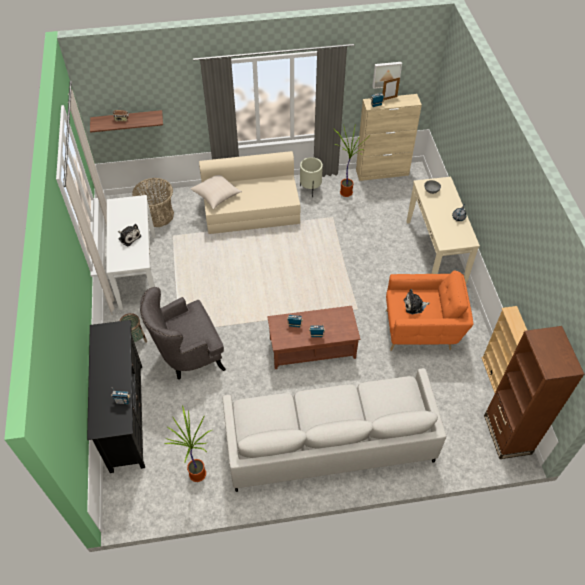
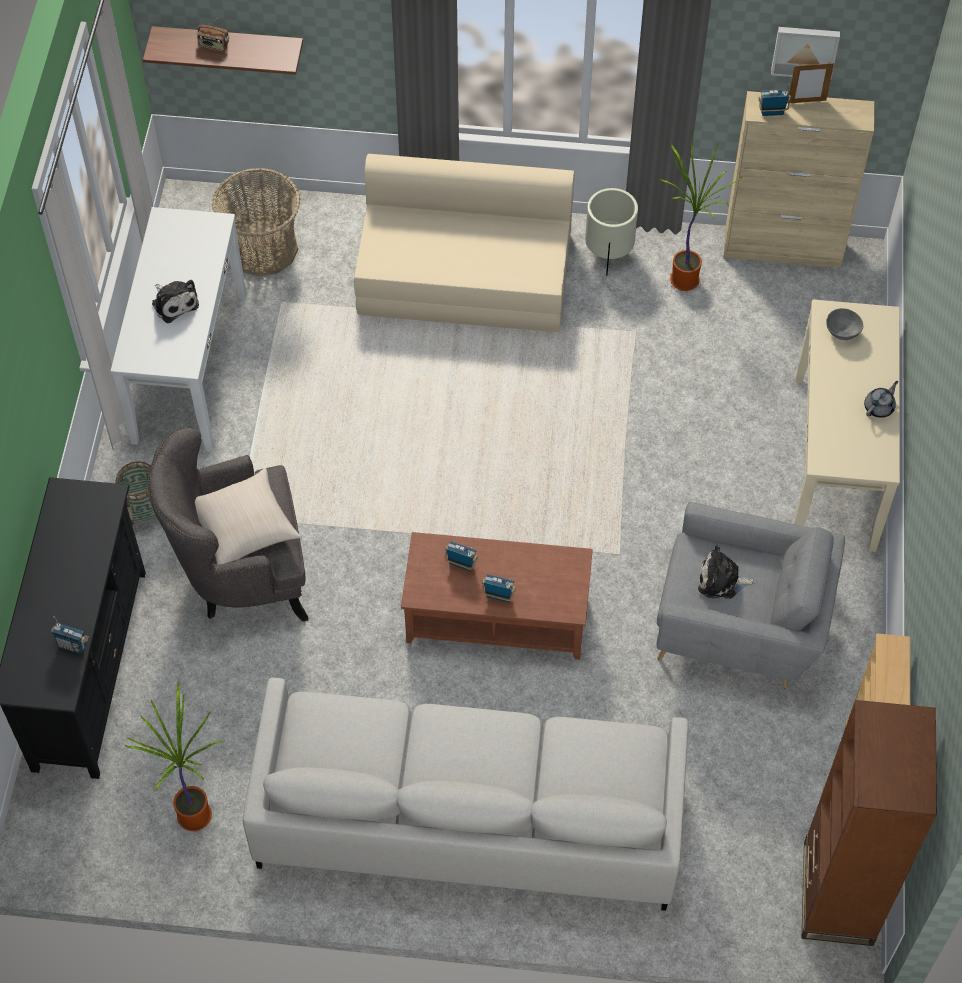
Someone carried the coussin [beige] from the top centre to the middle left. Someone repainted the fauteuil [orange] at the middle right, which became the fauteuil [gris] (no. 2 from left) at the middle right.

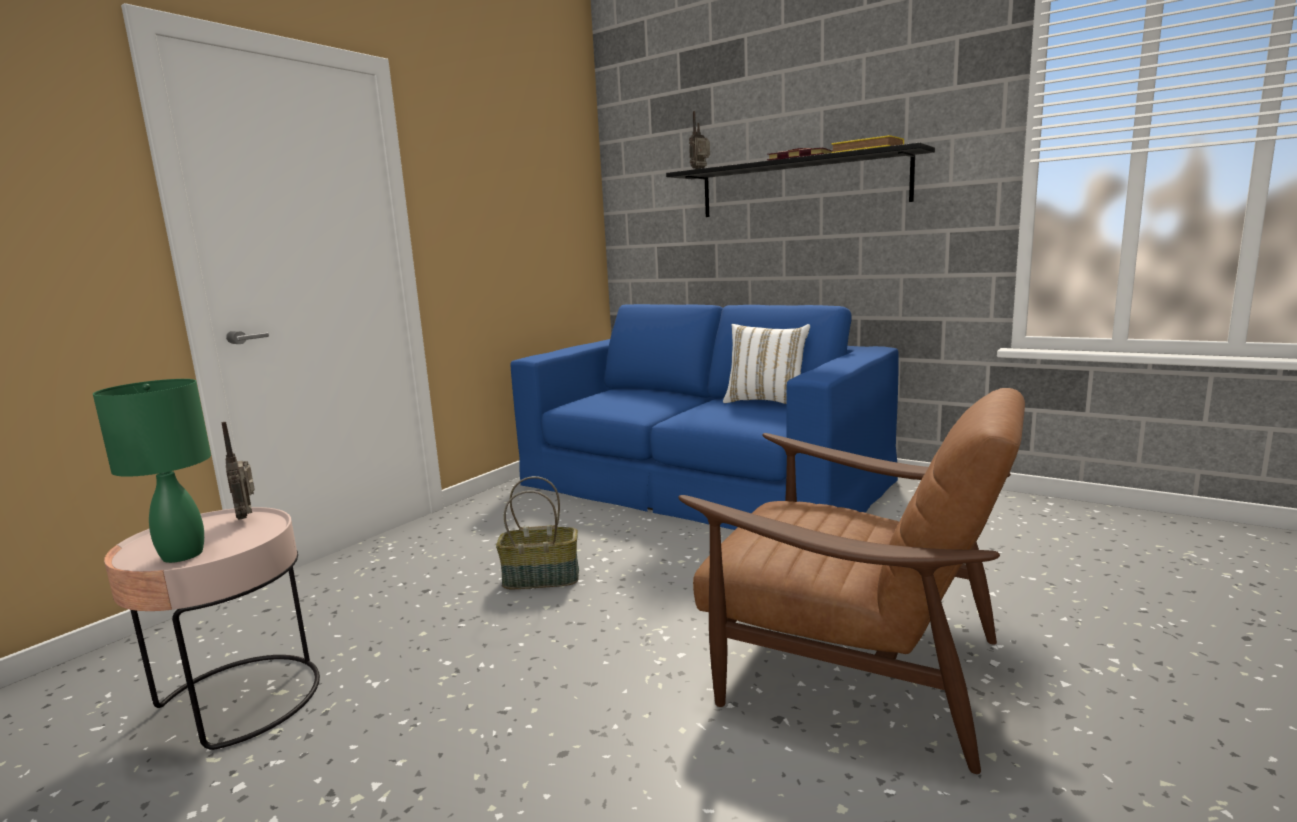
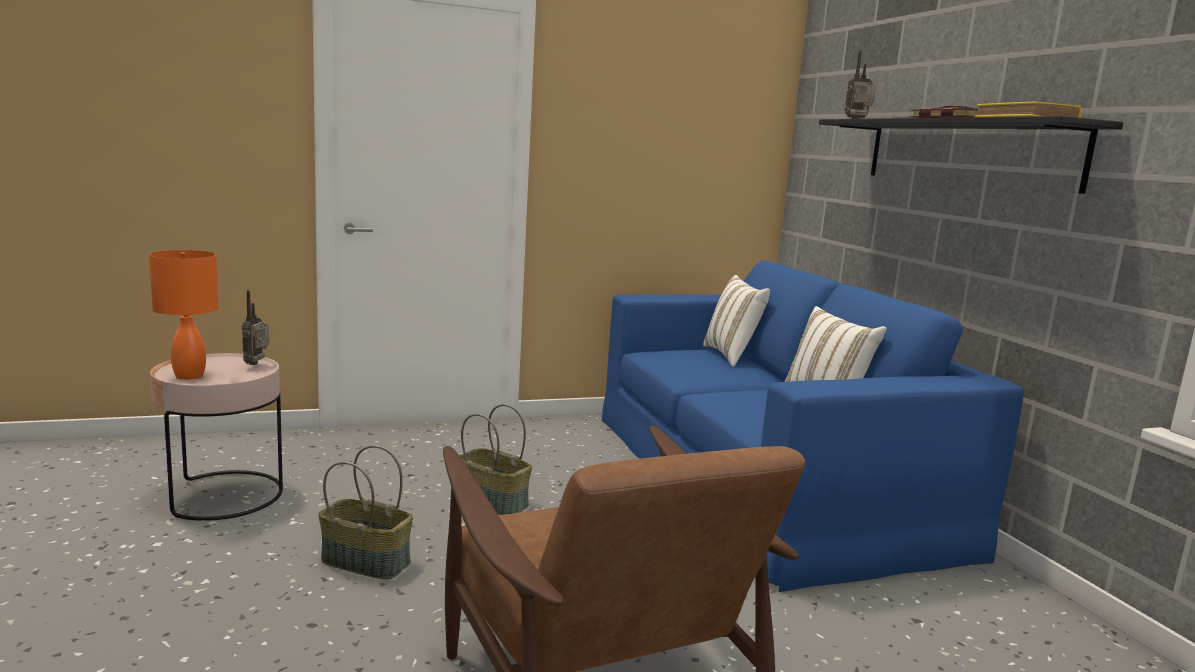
Someone put down the panier (no. 1 from left) at the bottom left. Someone put down the coussin [blanc] (no. 1 from left) at the centre. Someone repainted the lampe de table [vert] at the middle left, which became the lampe de table [orange] at the middle left.

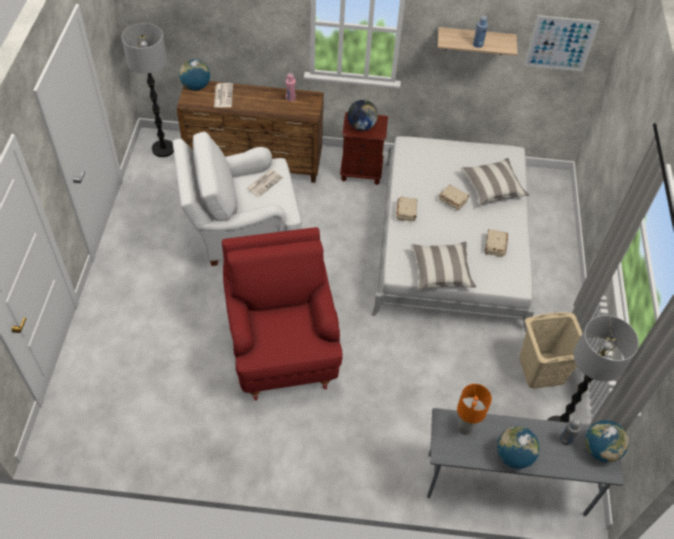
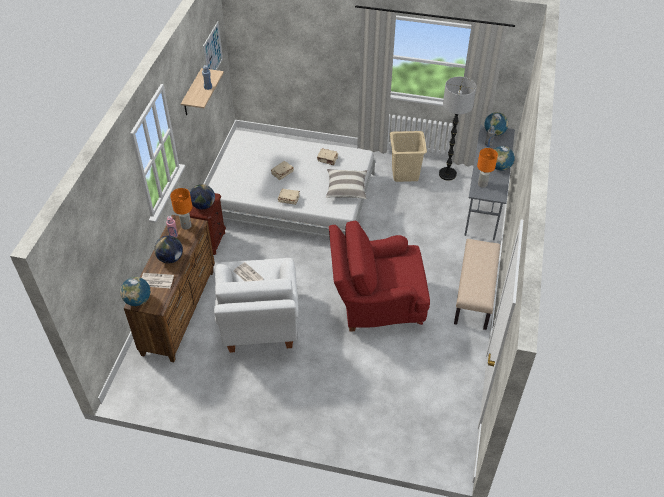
Someone took away the lampadaire (no. 1 from left) at the top left. Someone took away the coussin (no. 2 from left) at the middle right. Someone put down the globe (no. 2 from left) at the middle left. Someone put down the lampe de table [orange] (no. 1 from left) at the middle left. Someone put down the banc [beige] at the middle right.

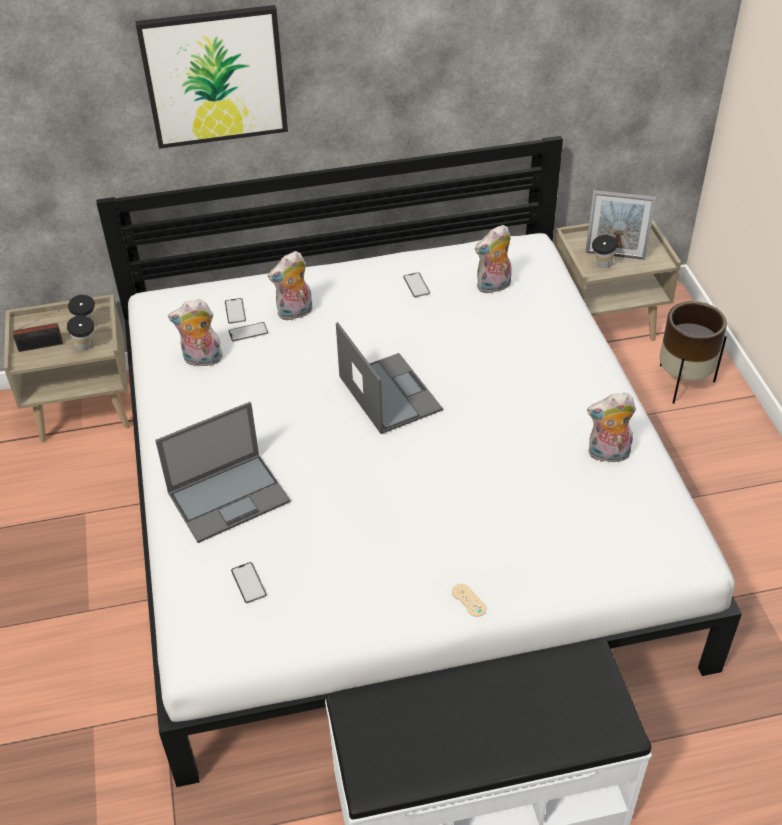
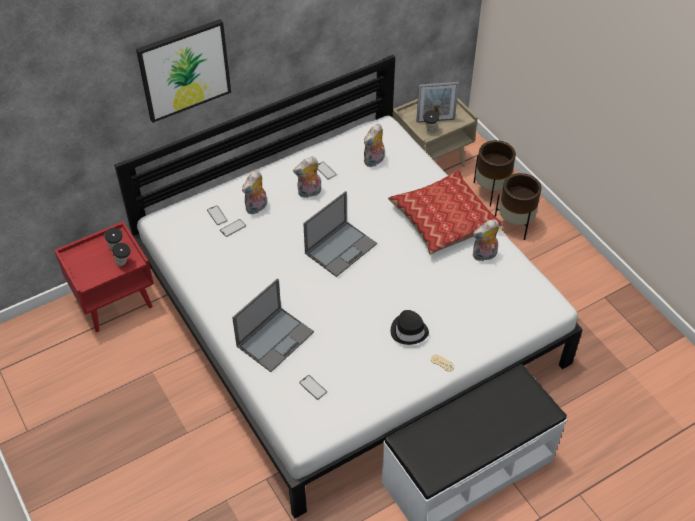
Someone took away the radio at the middle left. Someone put down the coussin at the centre. Someone put down the chapeau [noir] at the centre. Someone put down the cache-pot [marron] (no. 2 from left) at the middle right. Someone carried the peluche (no. 1 from left in the first image) from the middle left to the centre. Someone repainted the table de chevet [beige] (no. 1 from left) at the middle left, which became the table de chevet [rouge] at the middle left. Someone rotated the ordinateur portable (no. 2 from left) at the centre by 90 degrees clockwise.

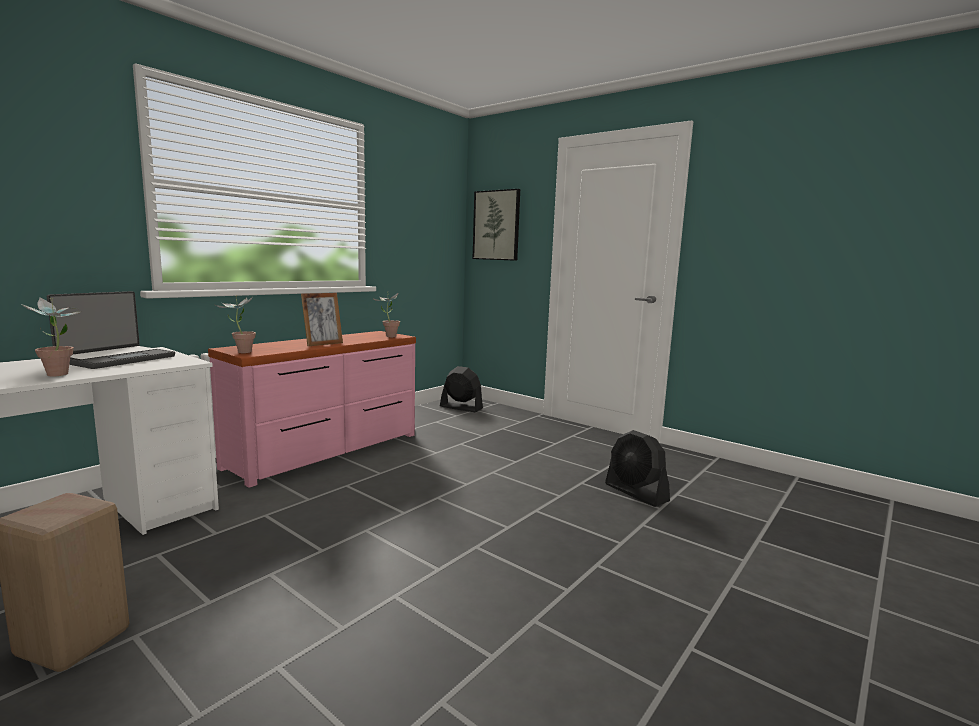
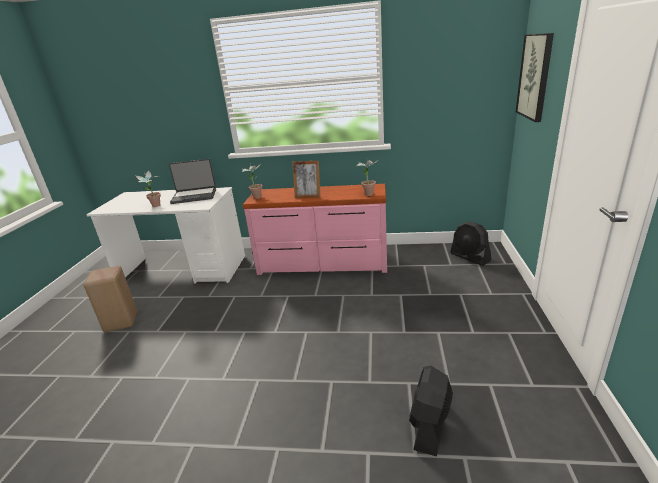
Someone rotated the ventilateur [noir] (no. 1 from left in the first image) at the centre by 150 degrees clockwise.

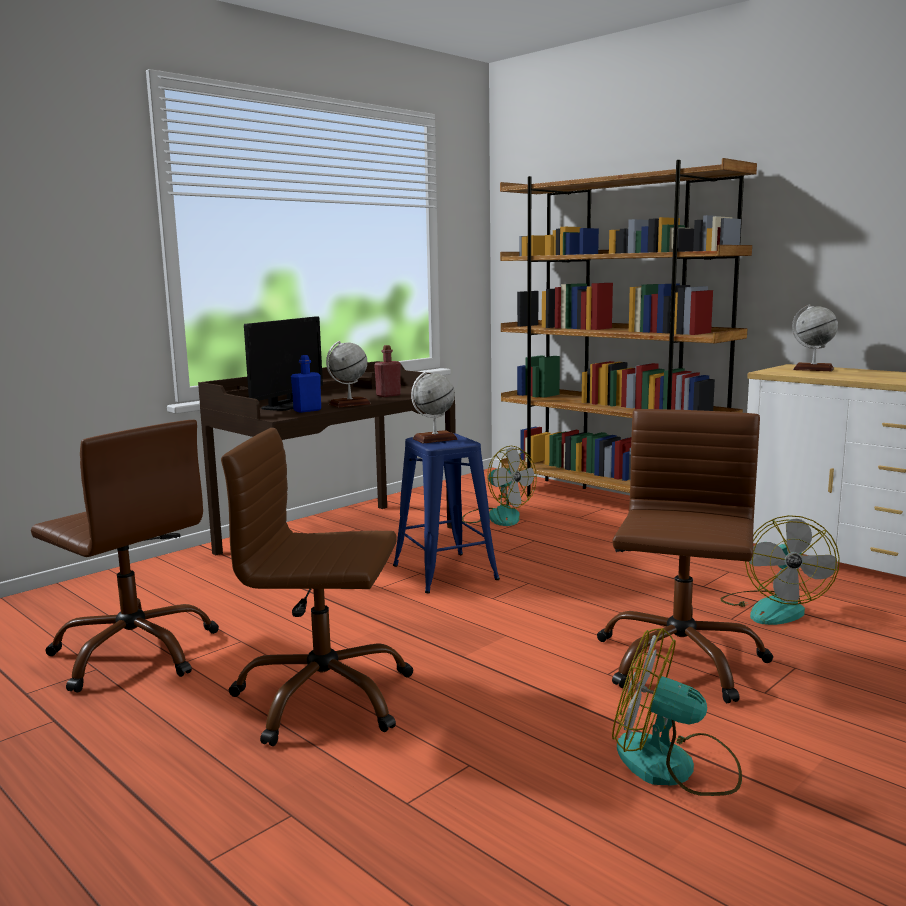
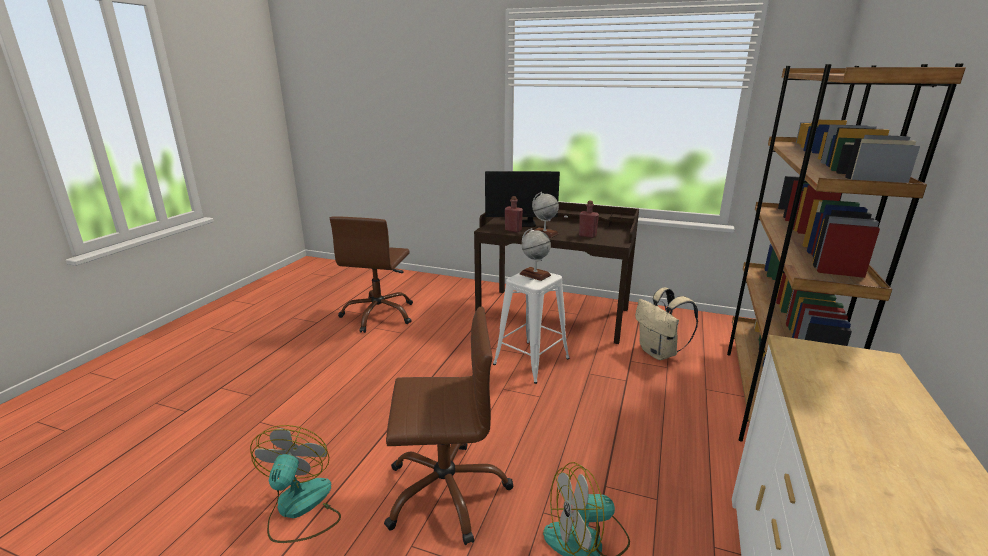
Someone took away the chaise de bureau [marron] (no. 2 from left) at the centre. Someone took away the globe (no. 3 from left) at the middle right. Someone swapped the ventilateur (no. 1 from left) at the centre for the sac à dos [beige] at the middle right. Someone repainted the bouteille [bleu] at the centre, which became the bouteille [rouge] (no. 1 from left) at the centre. Someone repainted the tabouret [bleu] at the centre, which became the tabouret [blanc] at the centre.

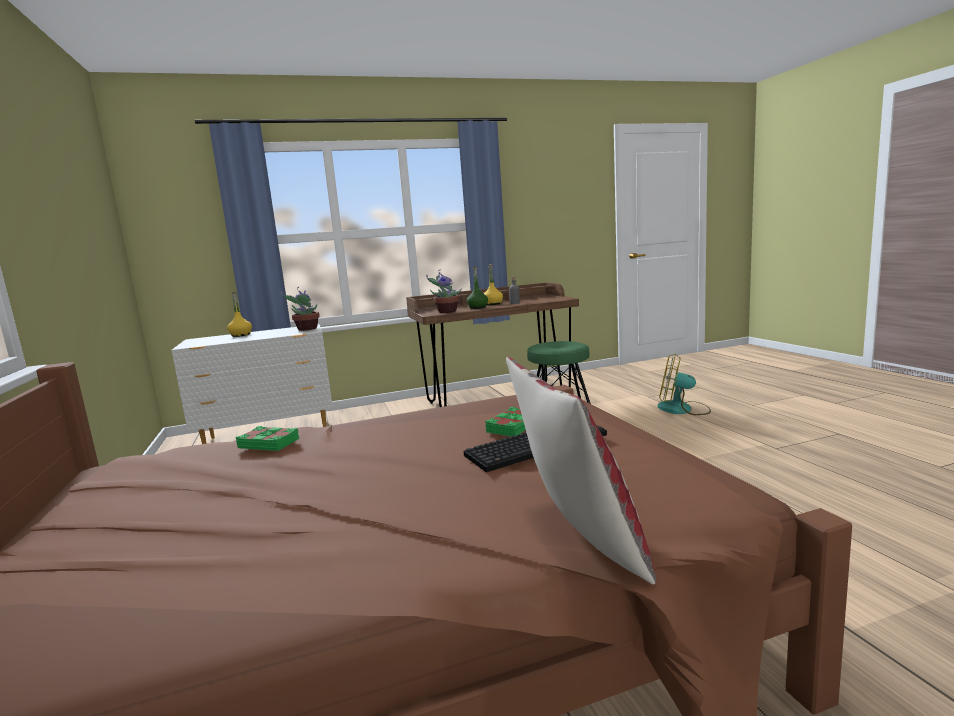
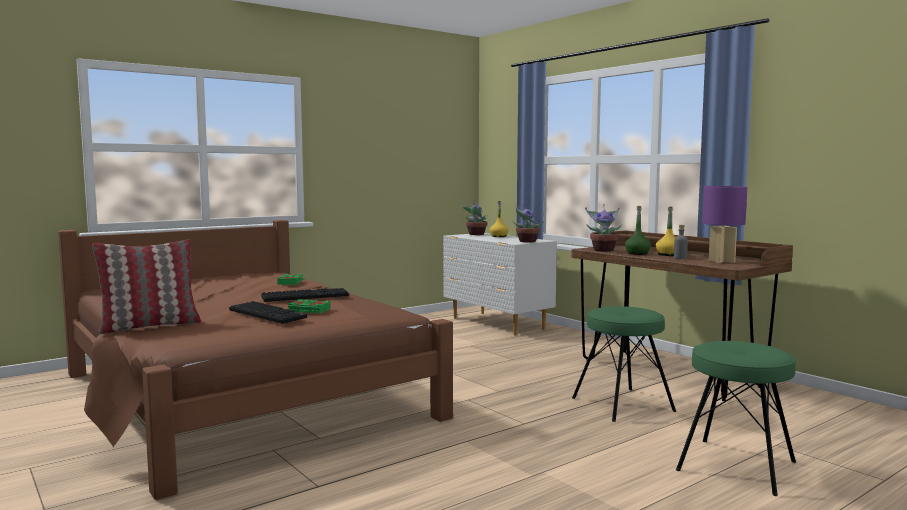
Someone put down the clavier (no. 2 from left) at the centre. Someone put down the plante en pot (no. 1 from left) at the centre. Someone put down the lampe de table [violet] at the middle right. Someone swapped the ventilateur at the middle right for the tabouret [vert] (no. 2 from left) at the bottom right.

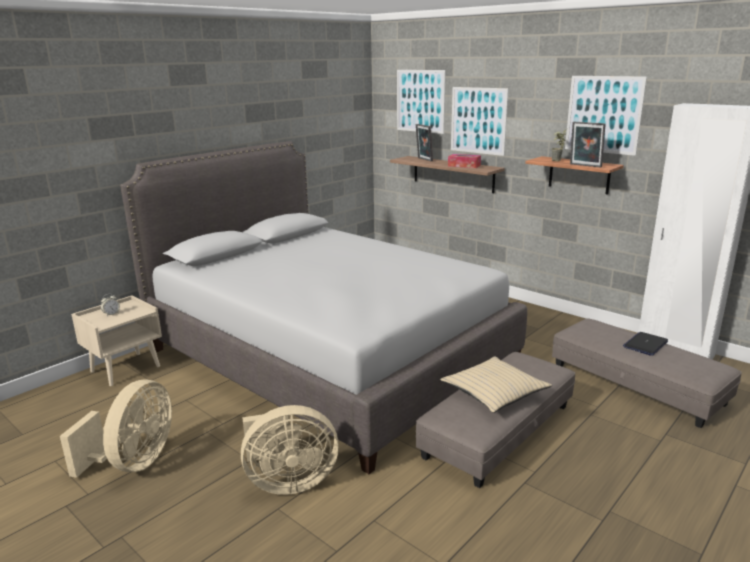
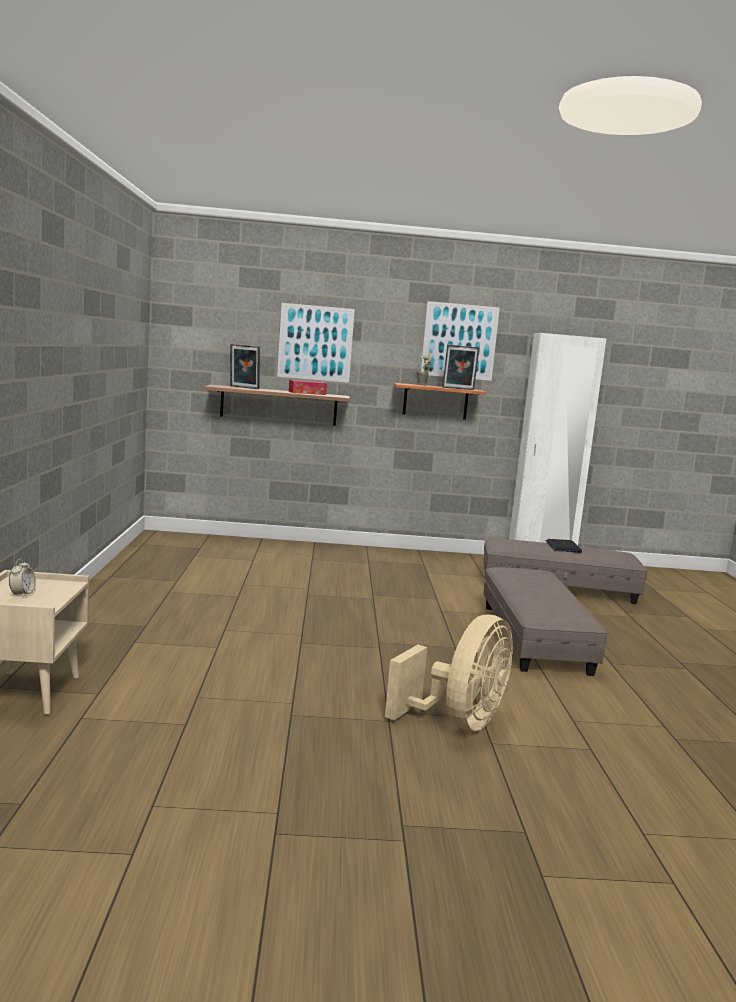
Someone took away the ventilateur [beige] (no. 1 from left) at the bottom left. Someone took away the lit [gris] at the centre. Someone took away the tableau (no. 1 from left) at the top centre. Someone took away the coussin [beige] at the bottom centre.

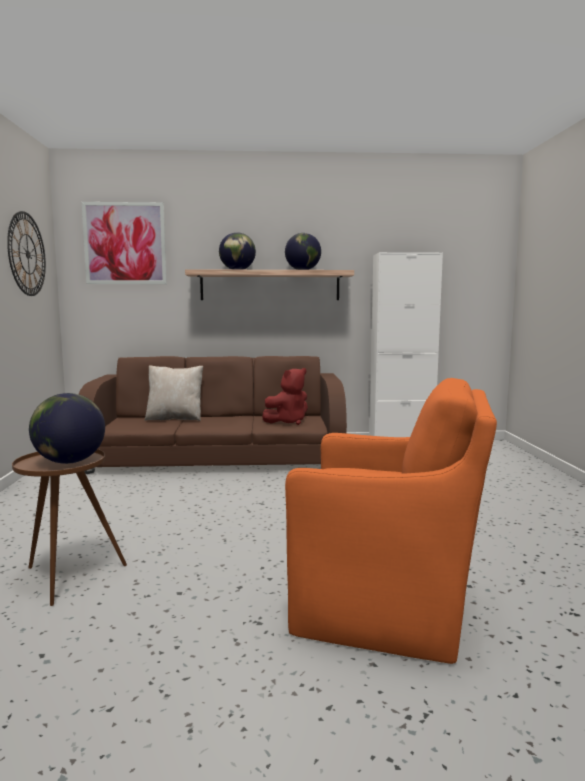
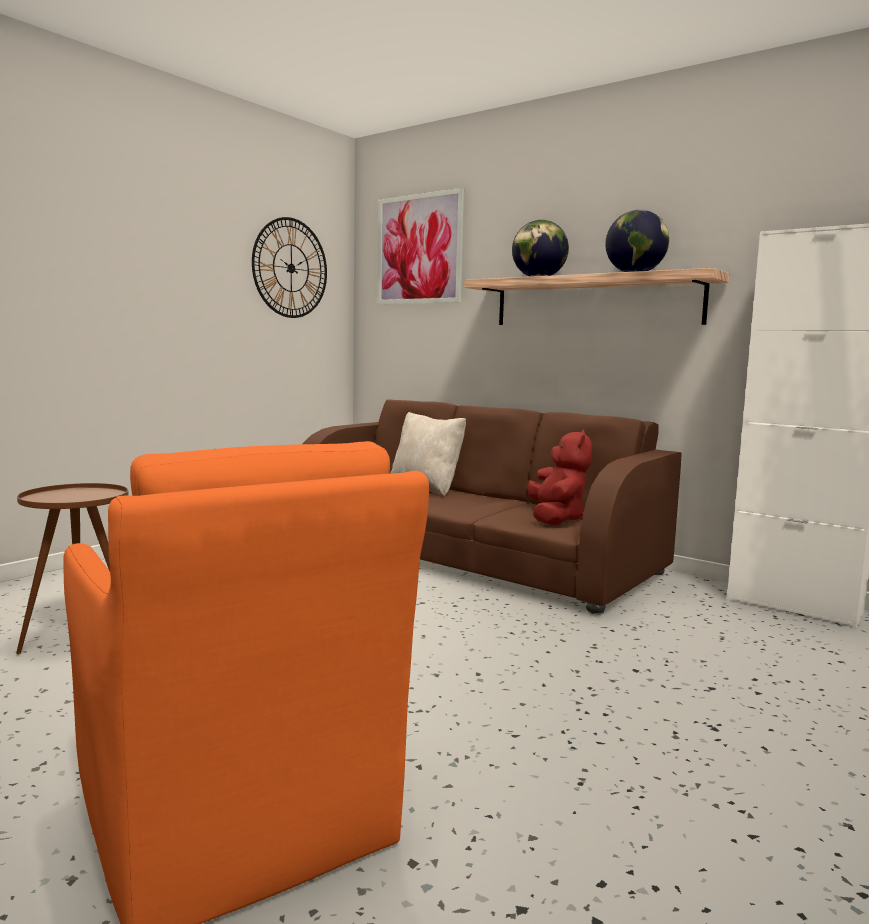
Someone took away the globe (no. 1 from left) at the middle left. Someone rotated the peluche [rouge] at the centre by 90 degrees counterclockwise.

